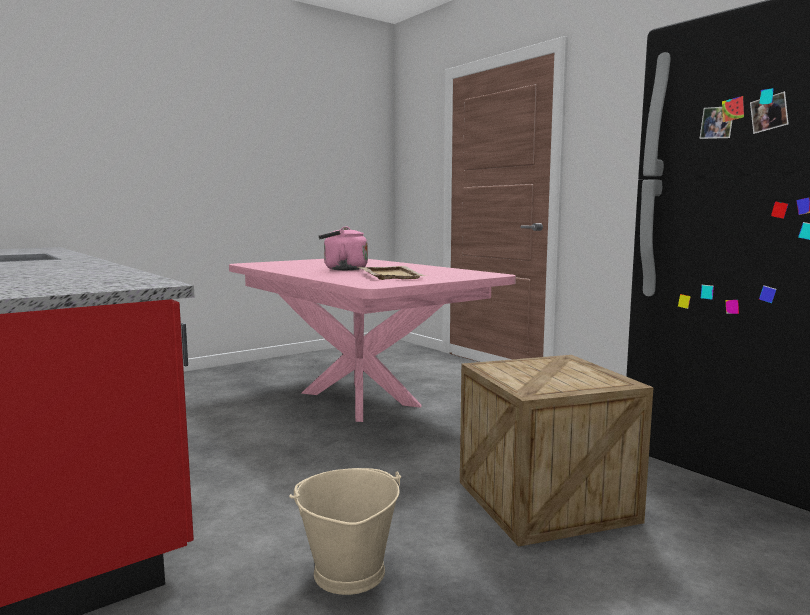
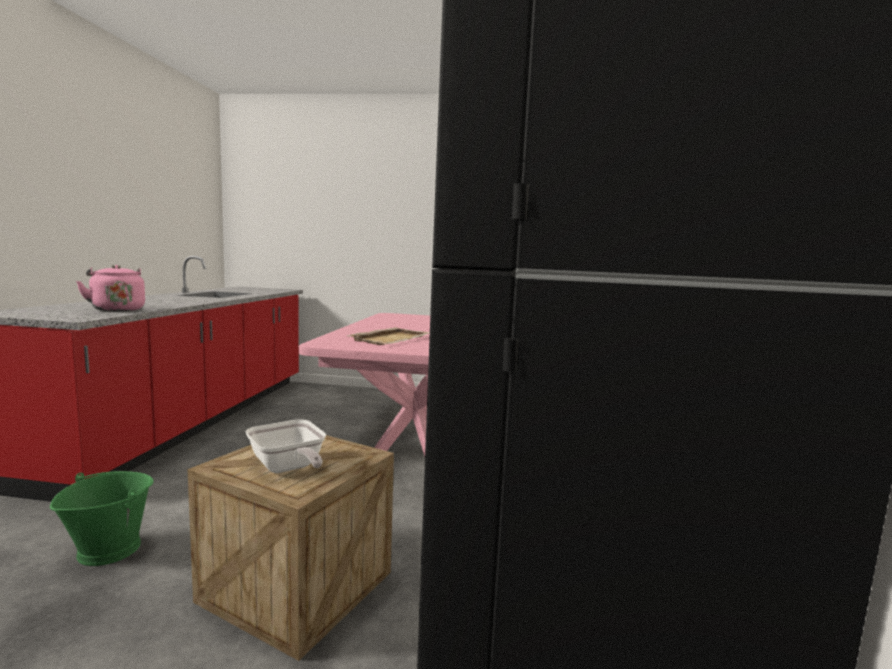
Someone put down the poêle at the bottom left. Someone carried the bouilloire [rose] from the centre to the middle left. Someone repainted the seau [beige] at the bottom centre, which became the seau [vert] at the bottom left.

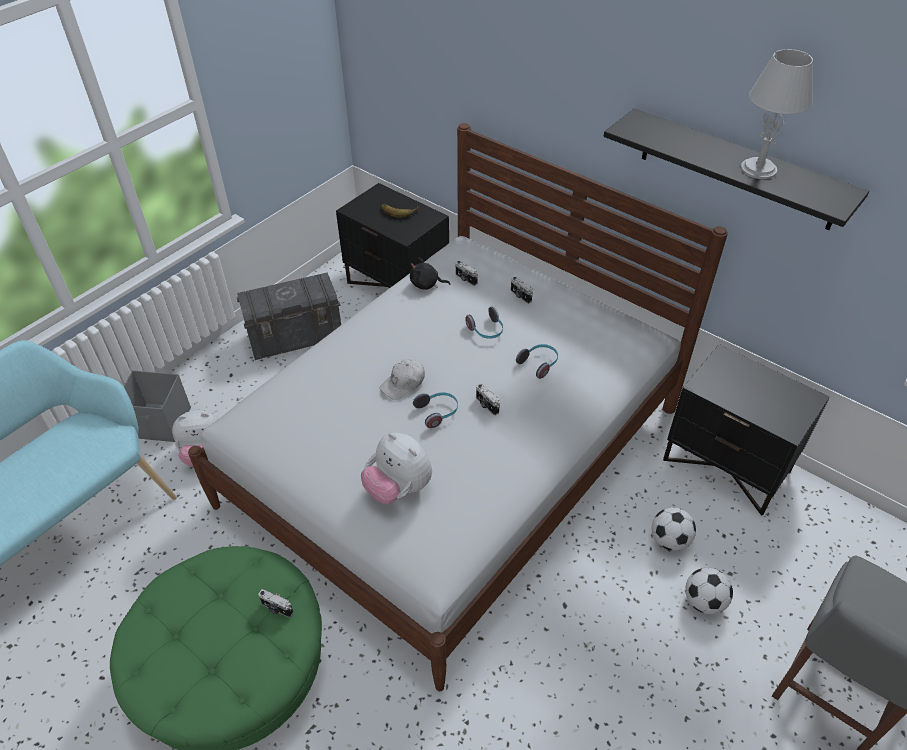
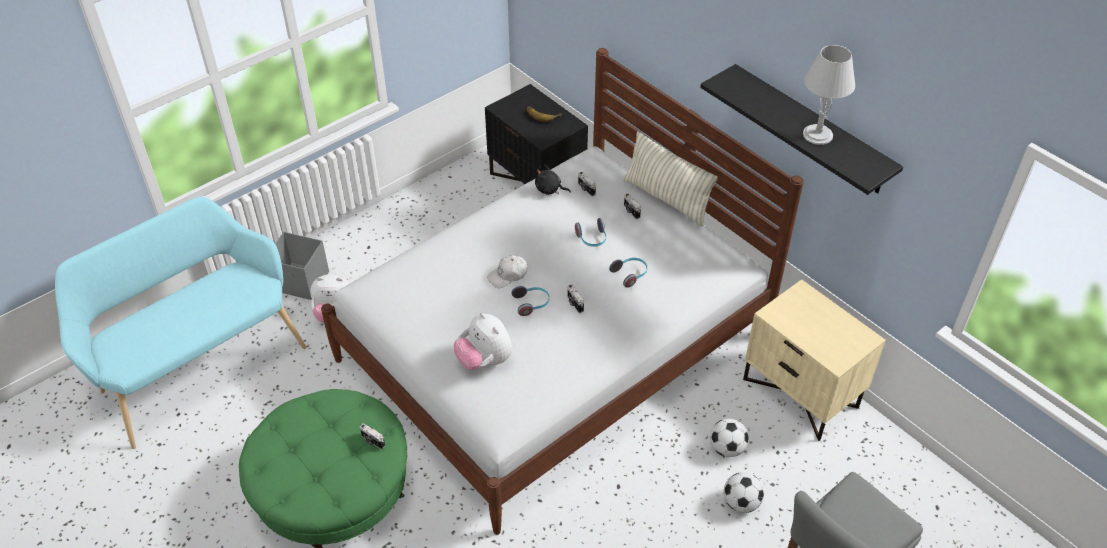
Someone took away the boîte de rangement [gris] (no. 2 from left) at the middle left. Someone put down the coussin at the top centre. Someone repainted the table de chevet [noir] (no. 2 from left) at the middle right, which became the table de chevet [beige] at the middle right.

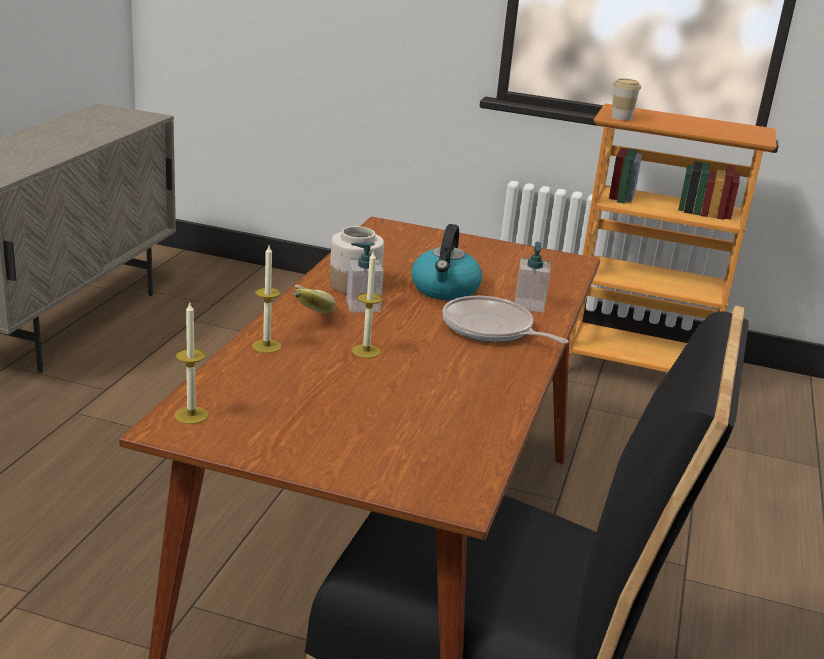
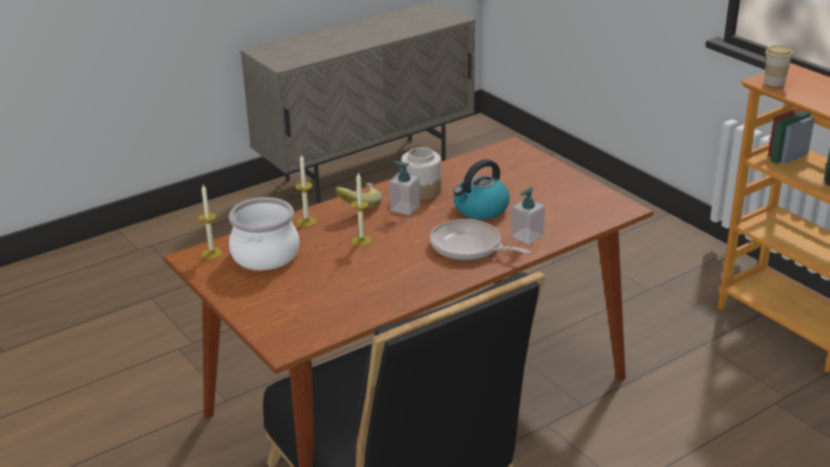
Someone put down the marmite at the middle left. Someone rotated the poêle at the centre by 45 degrees counterclockwise.

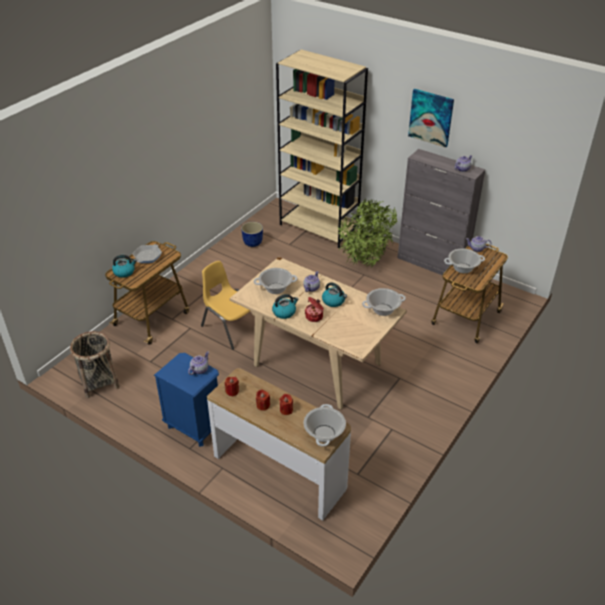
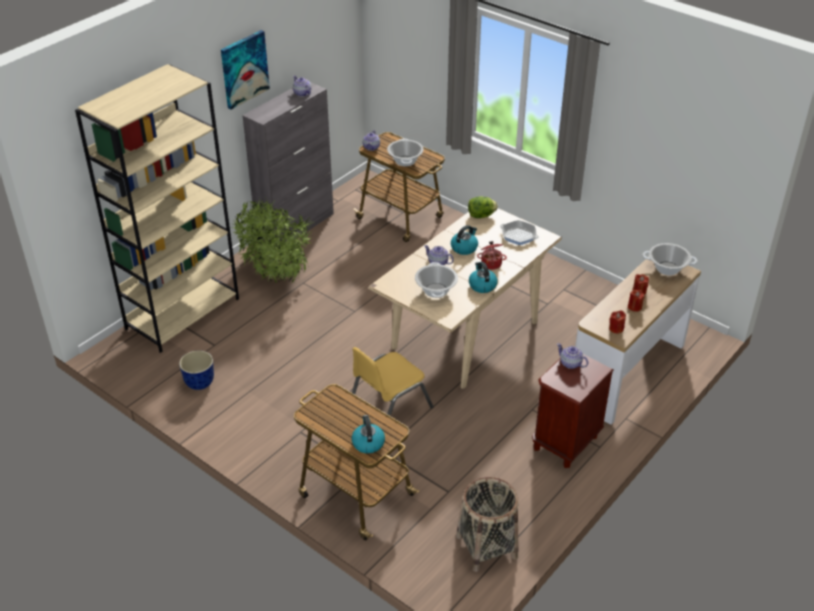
Someone carried the poêle from the middle left to the centre. Someone swapped the marmite (no. 4 from left) at the centre for the laitue at the centre. Someone repainted the table de chevet [bleu] at the middle left, which became the table de chevet [marron] at the bottom right.

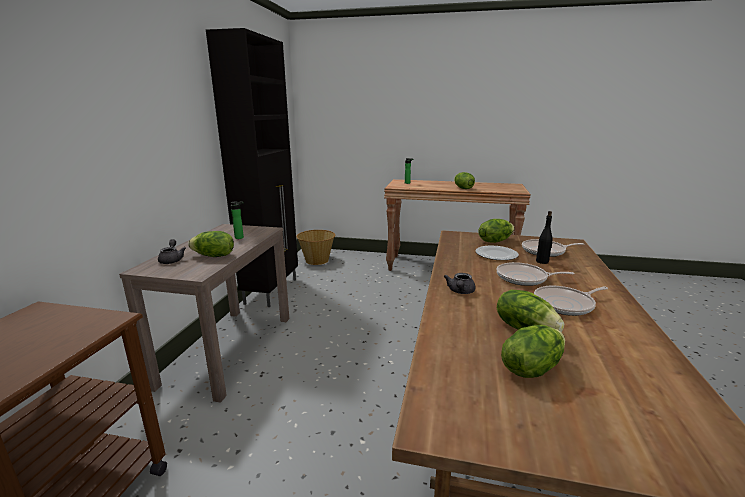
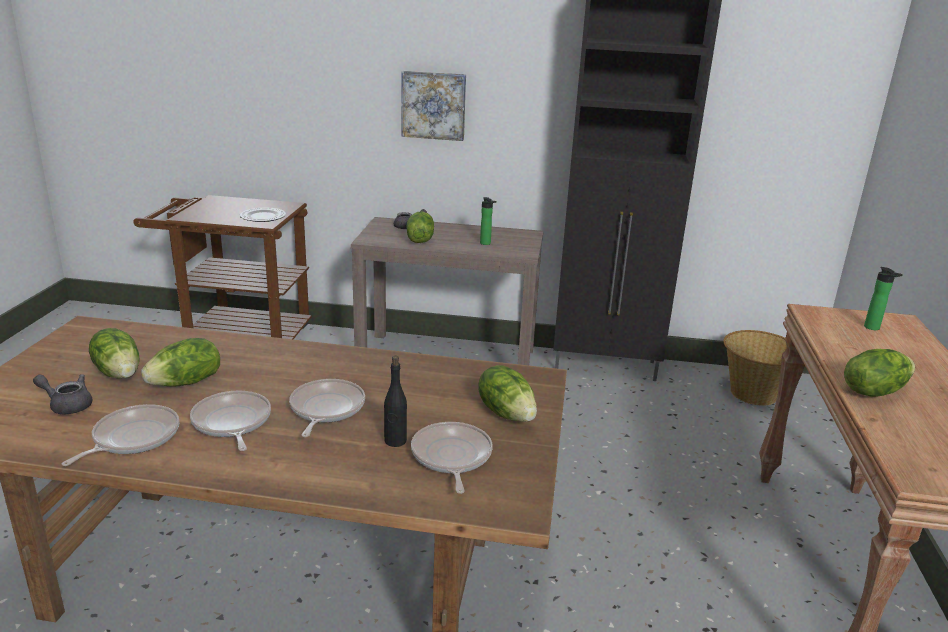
Someone put down the poêle (no. 1 from left) at the bottom left. Someone put up the tableau at the top centre. Someone carried the théière [gris] (no. 2 from left in the first image) from the centre to the middle left. Someone carried the assiette from the middle right to the middle left.

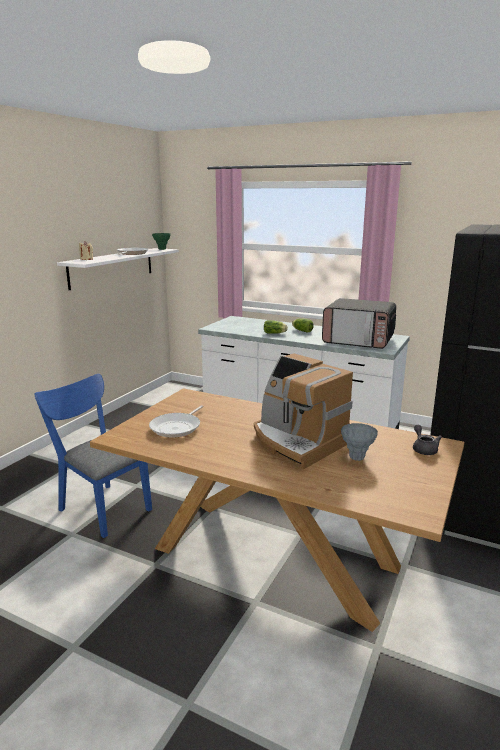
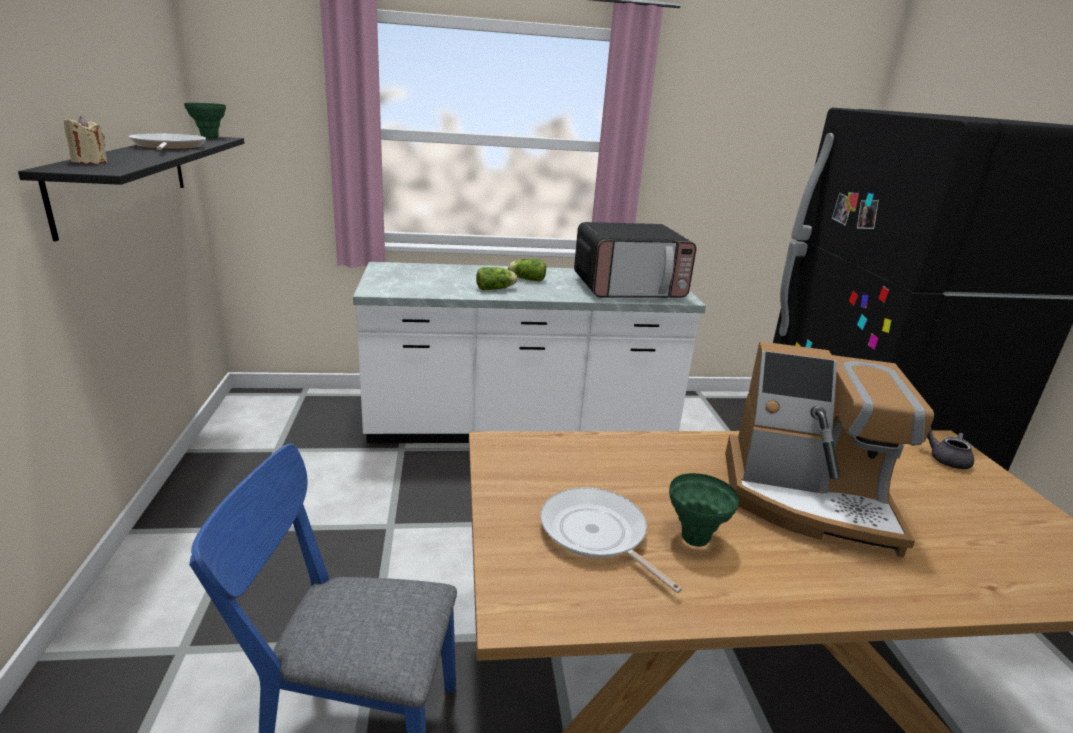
Someone took away the vase [gris] at the middle right. Someone put down the vase [vert] (no. 2 from left) at the bottom centre. Someone repainted the étagère [blanc] at the middle left, which became the étagère [noir] at the top left. Someone rotated the poêle (no. 2 from left) at the centre by 150 degrees clockwise.

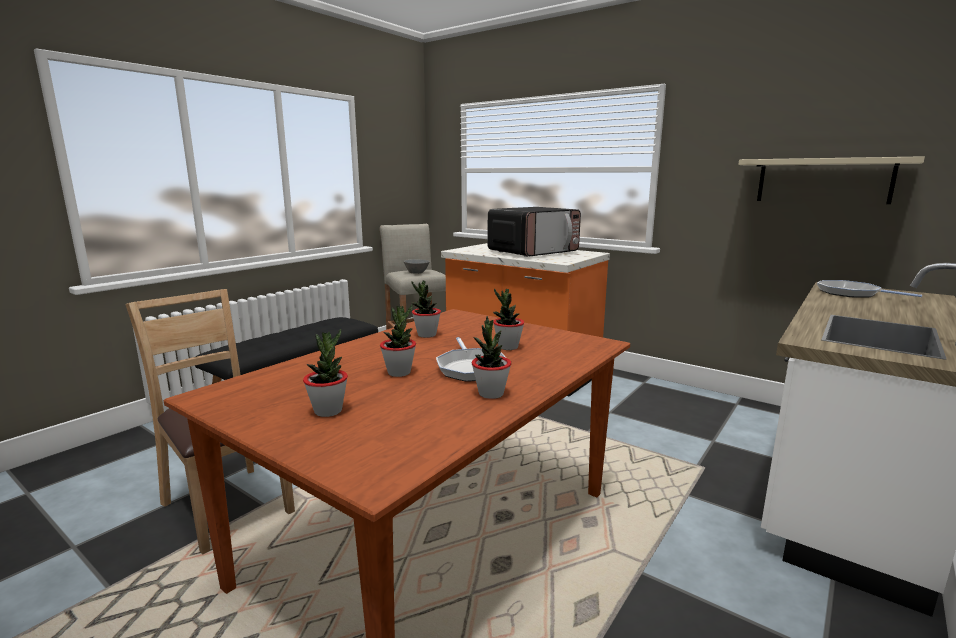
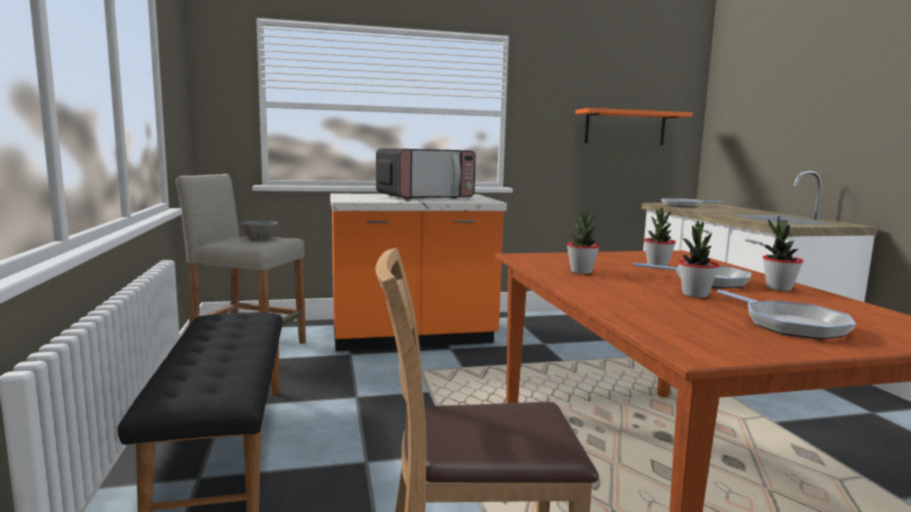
Someone swapped the plante en pot (no. 1 from left) at the centre for the poêle (no. 3 from left) at the middle right. Someone repainted the étagère [beige] at the top right, which became the étagère [orange] at the top right. Someone rotated the micro-ondes at the centre by 60 degrees clockwise.

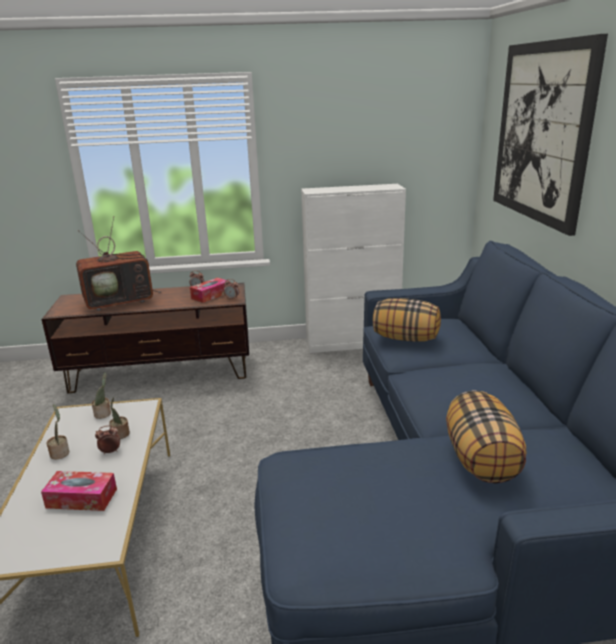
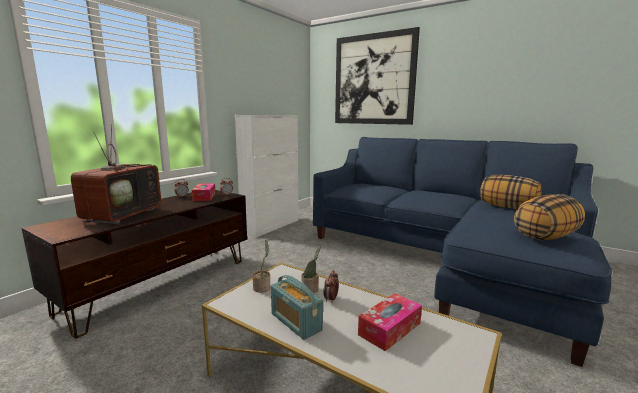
Someone carried the coussin (no. 1 from left in the first image) from the centre to the middle right. Someone swapped the plante en pot (no. 1 from left) at the bottom left for the radio at the bottom centre.

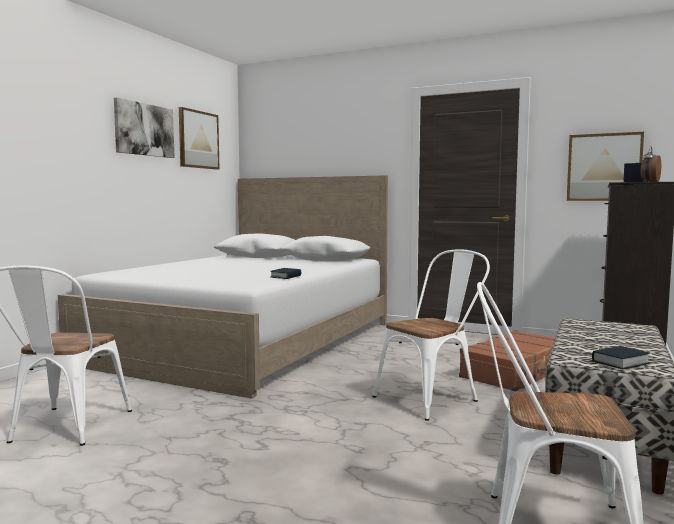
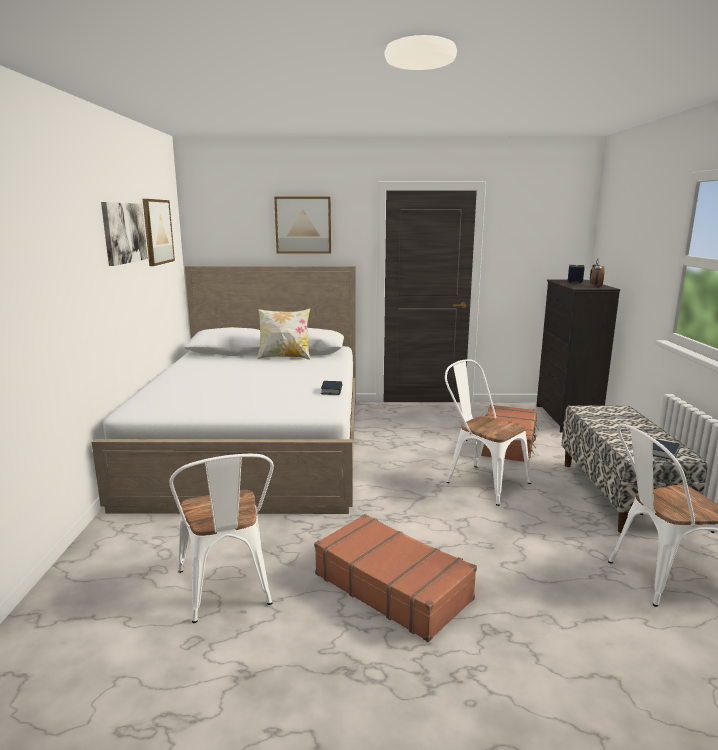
Someone put down the coussin at the centre. Someone put down the valise [marron] (no. 1 from left) at the bottom centre. Someone carried the tableau (no. 3 from left) from the top right to the top centre. Someone rotated the chaise [blanc] (no. 2 from left) at the centre by 75 degrees counterclockwise.

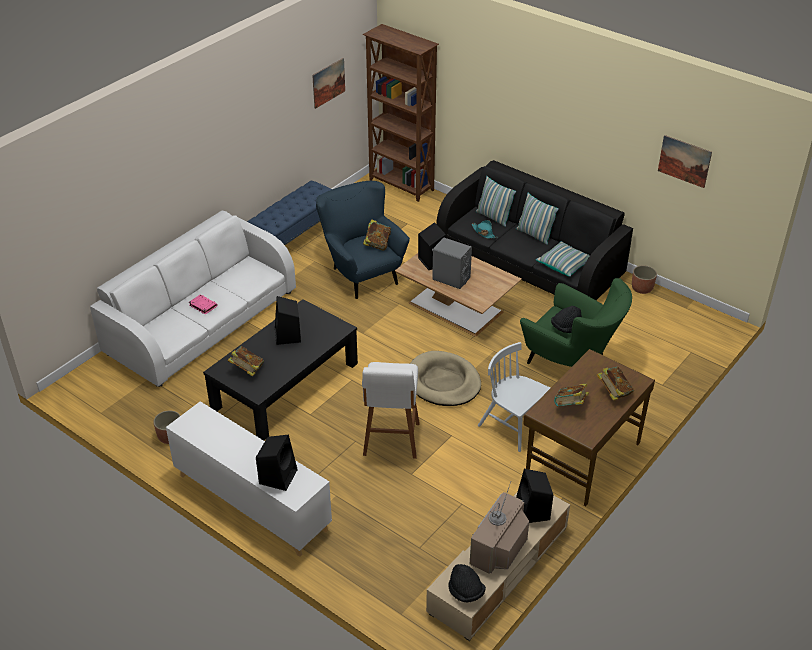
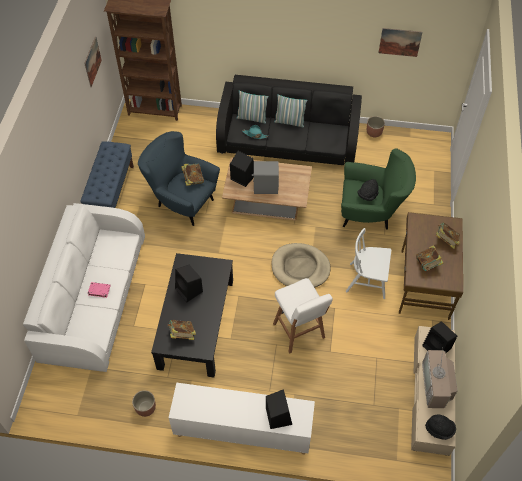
Someone took away the coussin (no. 3 from left) at the middle right.

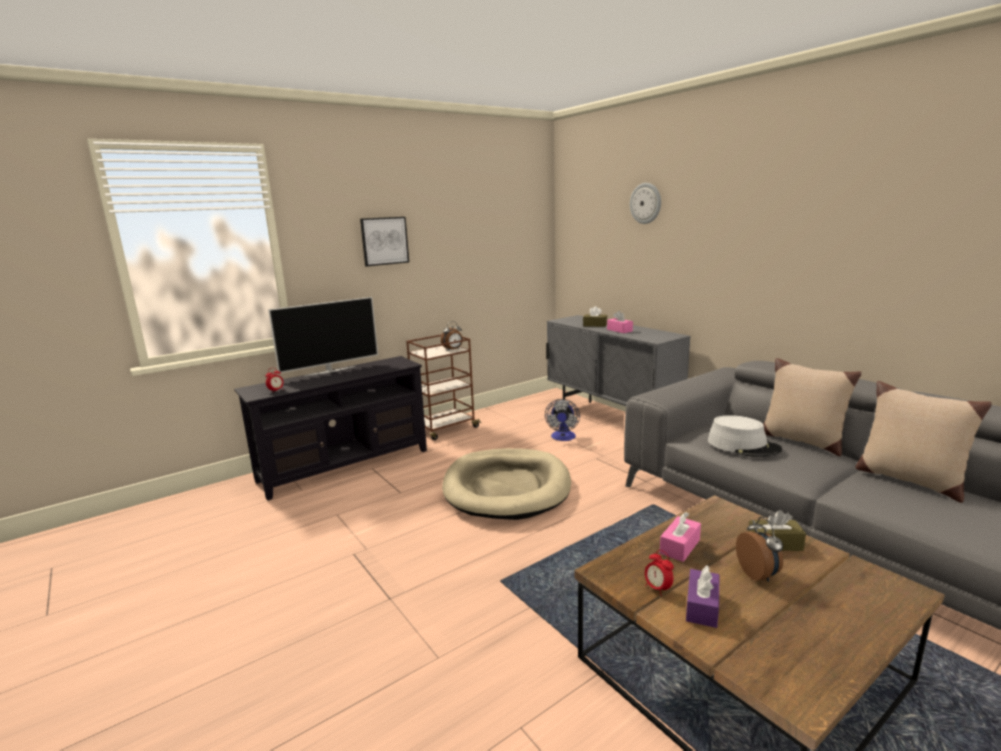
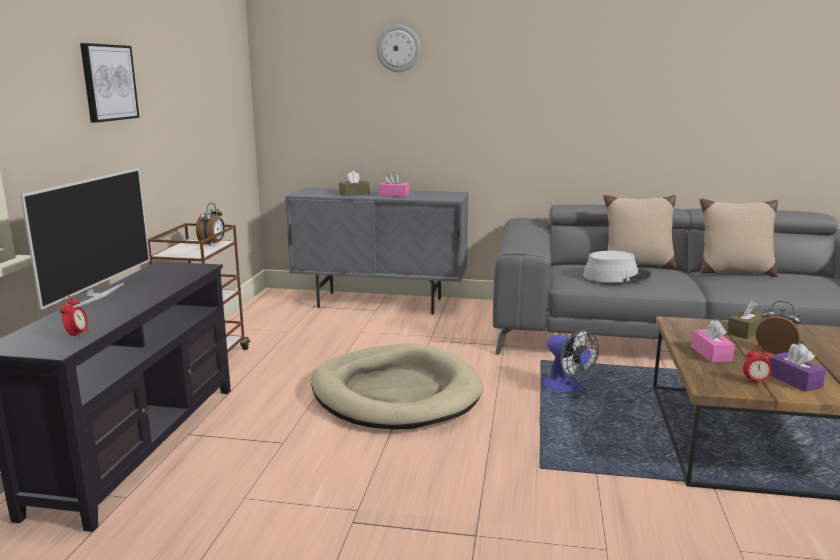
Someone carried the ventilateur from the centre to the middle right.

